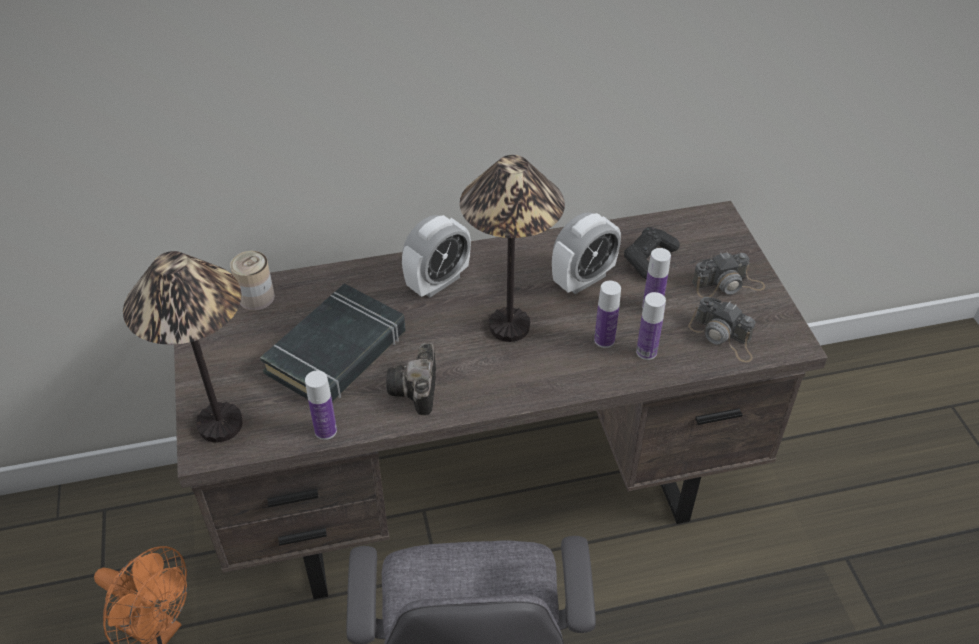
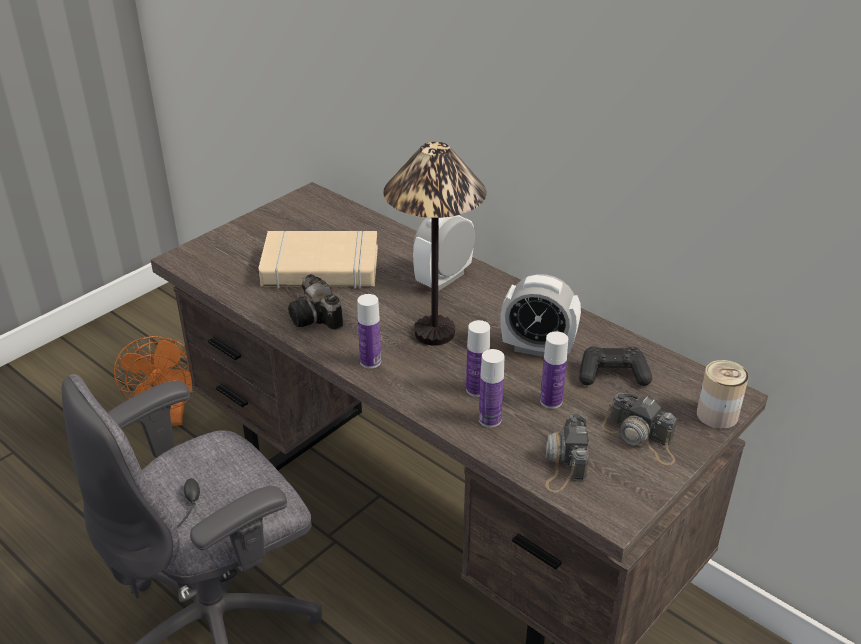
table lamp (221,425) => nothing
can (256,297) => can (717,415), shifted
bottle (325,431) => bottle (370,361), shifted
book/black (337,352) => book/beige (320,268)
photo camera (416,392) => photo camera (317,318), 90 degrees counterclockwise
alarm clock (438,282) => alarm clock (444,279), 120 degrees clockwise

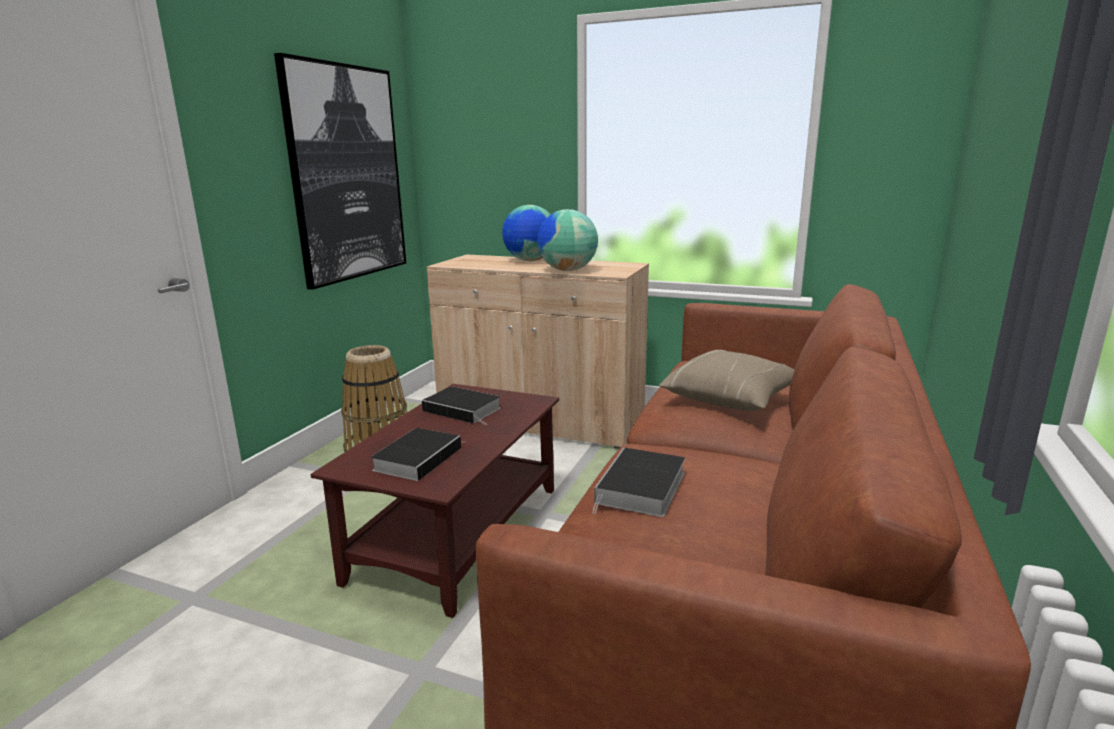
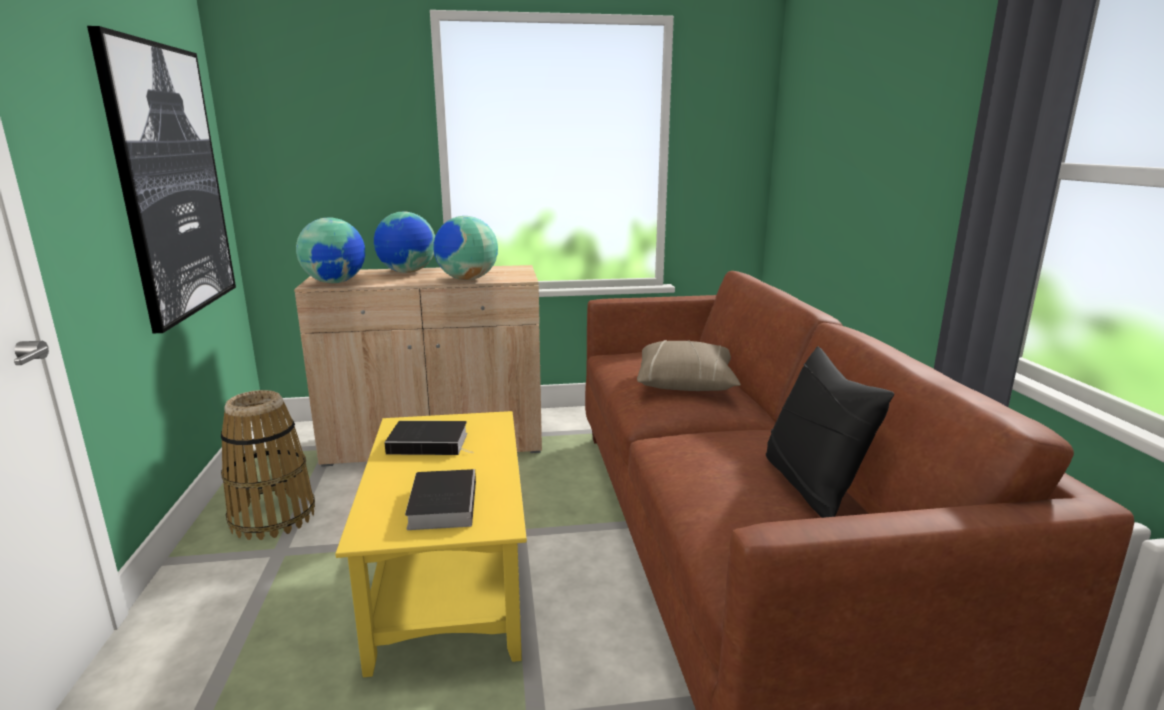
book (641,489) => nothing
nothing => globe (335,282)
nothing => pillow/black (812,486)
coffee table/brown (457,534) => coffee table/yellow (450,578)

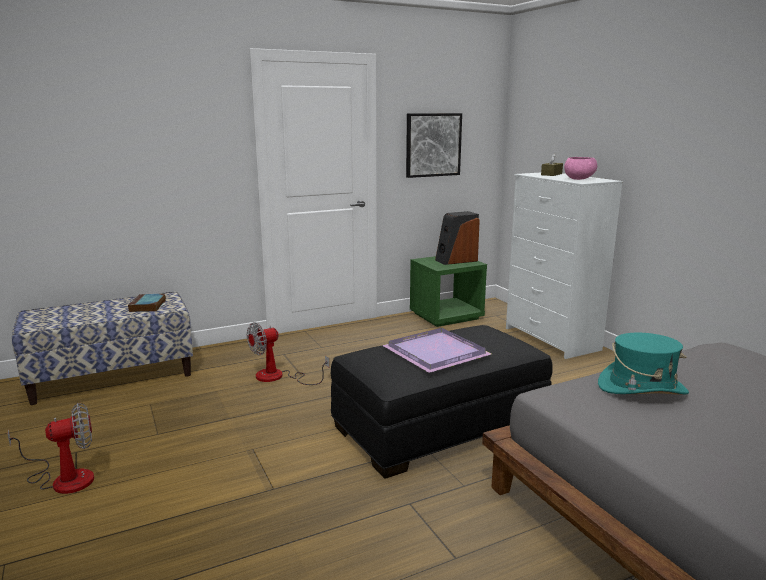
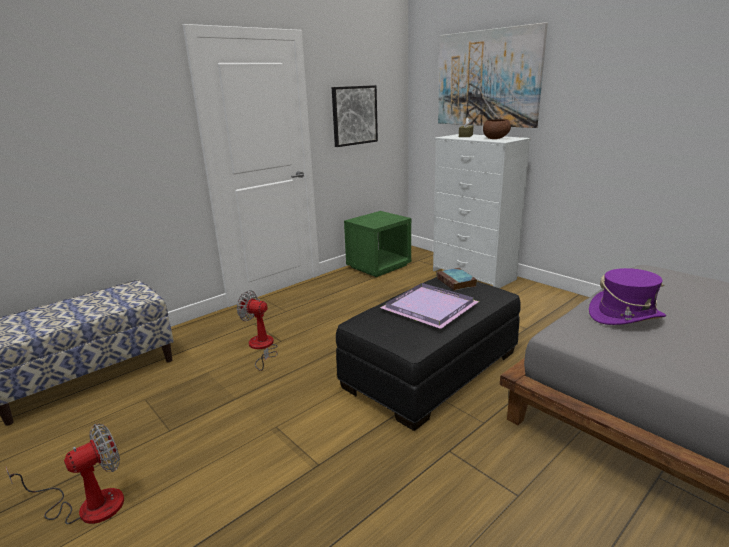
speaker (456,260) => nothing
nothing => picture (487,79)
book (148,306) => book (456,282), shifted
bowl/pink (579,179) => bowl/brown (496,139)
hat/turquoise (642,388) => hat/purple (625,315)
fan (278,377) => fan (262,347), 75 degrees clockwise

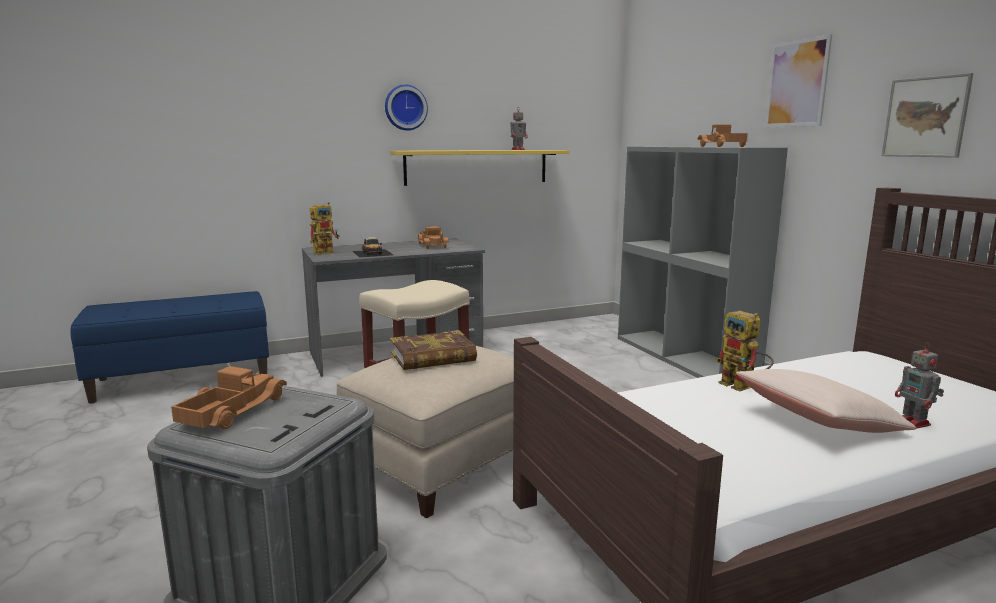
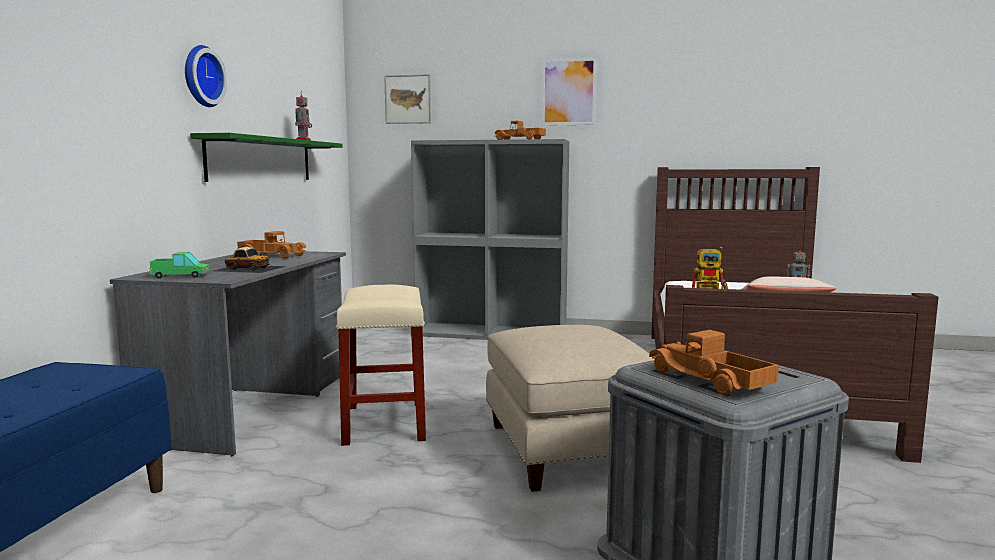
book (433,357) => nothing
picture (925,117) => picture (408,99), shifted
toy robot (326,252) => toy truck (180,276)
shelf/yellow (477,167) => shelf/green (261,160)

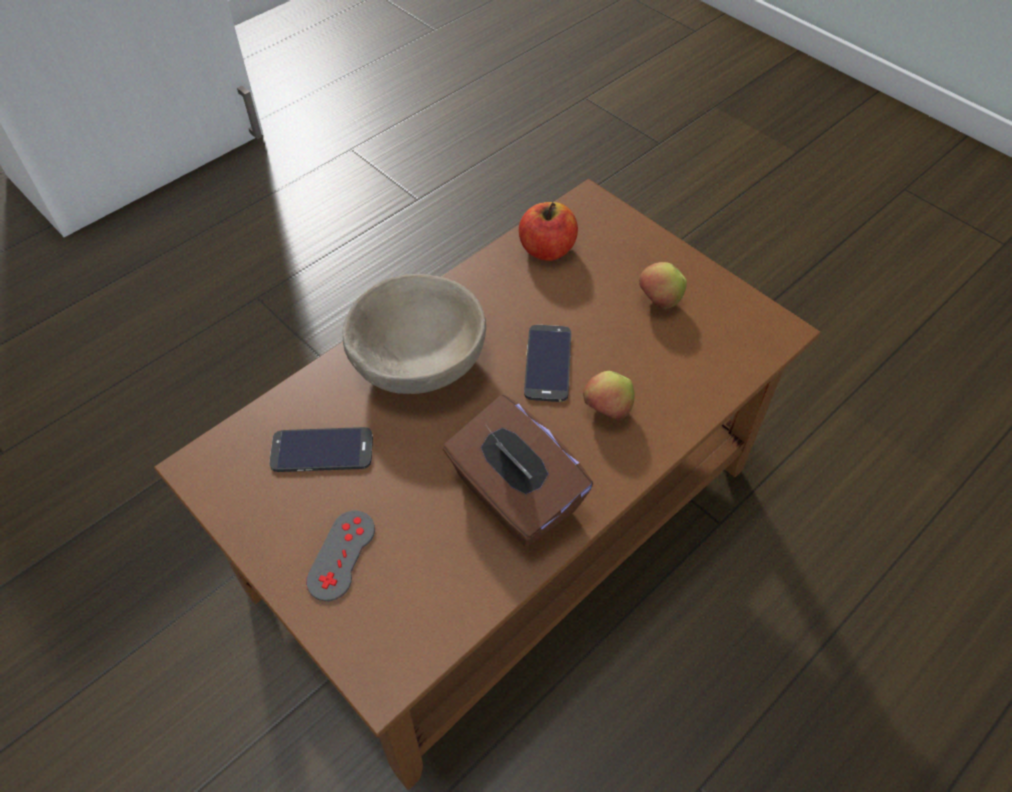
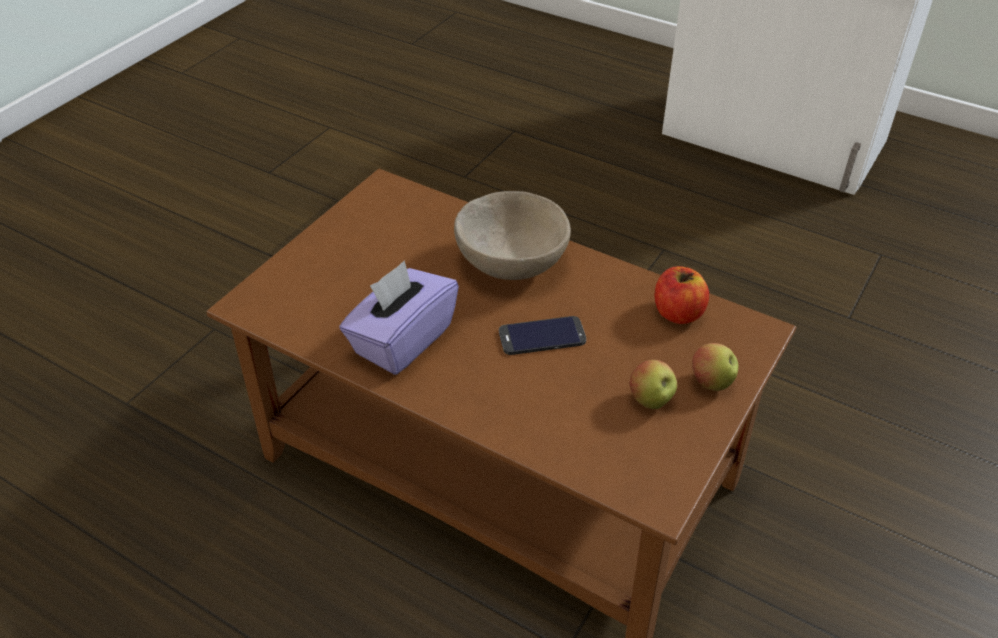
phone (322,450) => nothing
game controller/grey (341,555) => nothing
apple (607,411) => apple (711,383), shifted
tissue box/brown (514,495) => tissue box/purple (402,340)

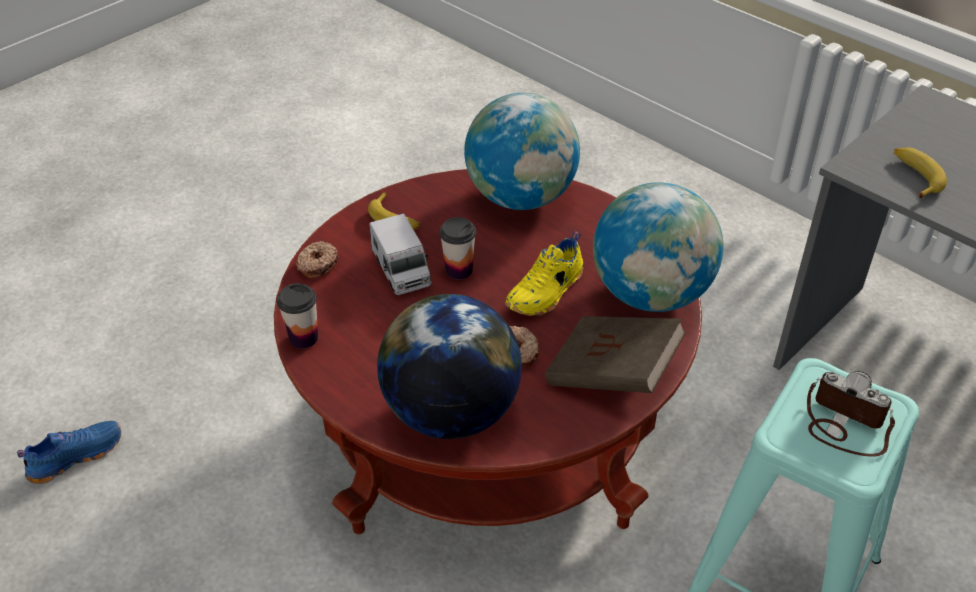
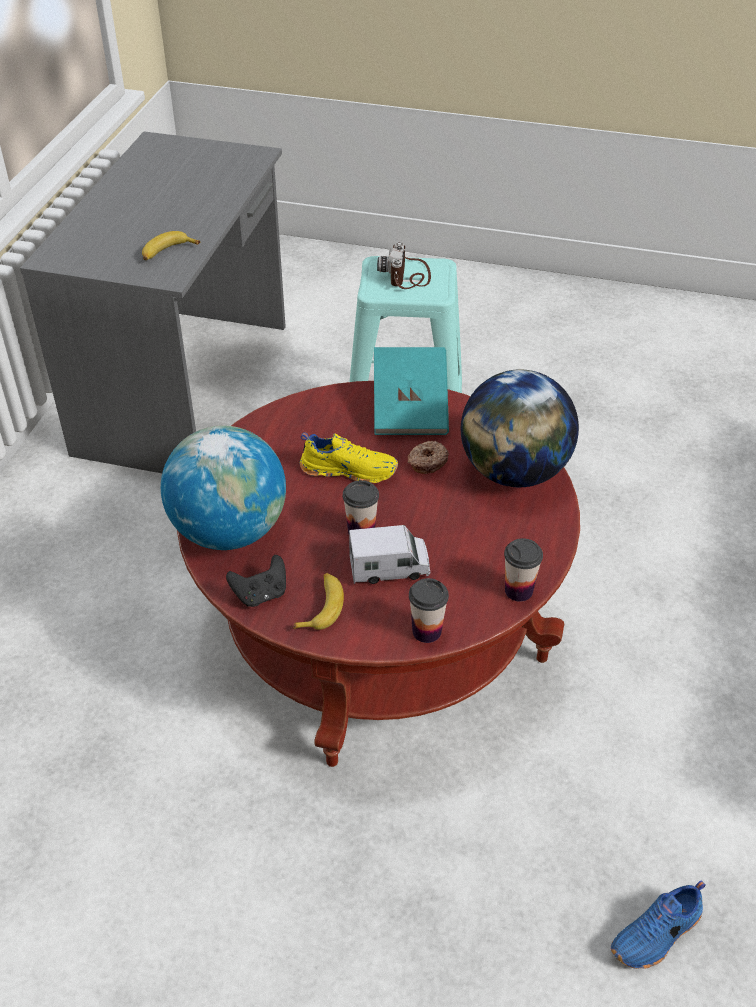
globe (651,294) => nothing
nothing => game controller/black (261,594)
donut (317,264) => cup (426,631)
book/brown (612,375) => book/turquoise (410,410)
shoe/blue (76,455) => shoe/blue (657,935), 60 degrees counterclockwise
toy truck (401,270) => toy truck (389,568), 45 degrees clockwise

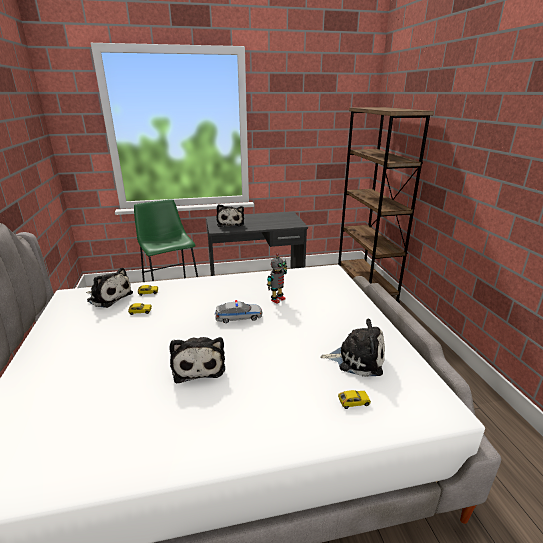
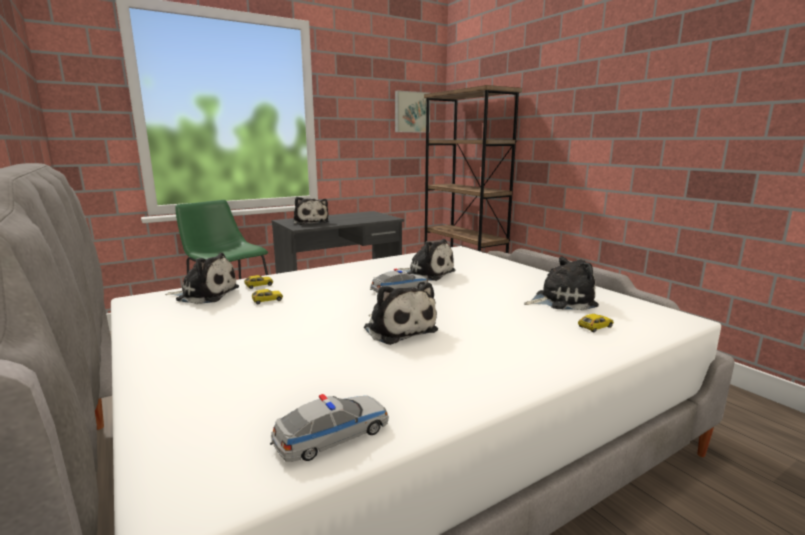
nothing => toy car (332,436)
nothing => picture (411,112)
toy robot (277,299) => plush toy (427,273)

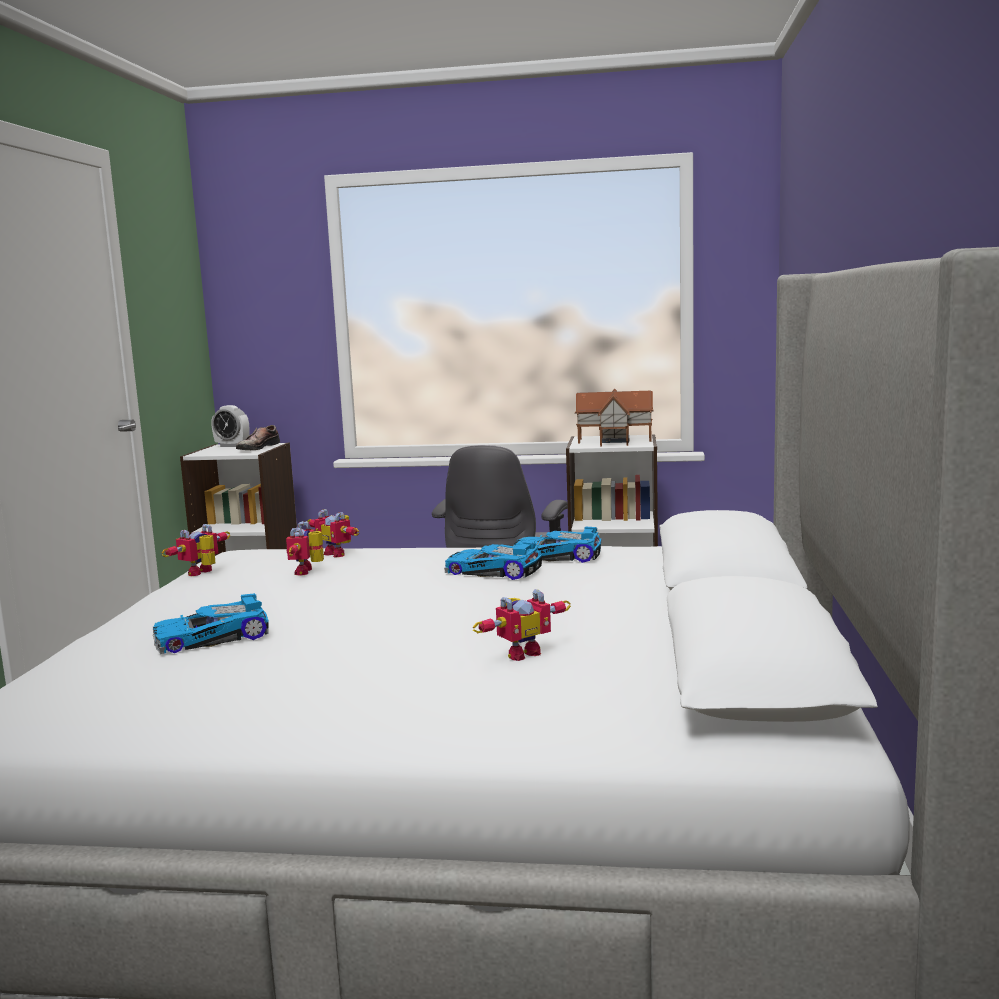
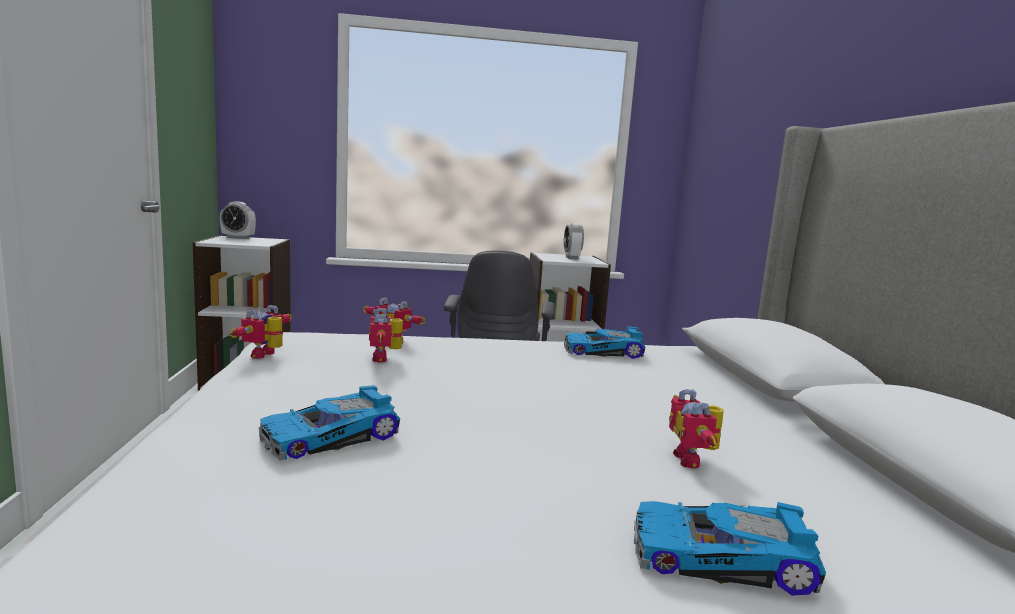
shoe (256,448) => nothing
toy car (493,571) => toy car (720,560), shifted
toy house (615,440) => alarm clock (572,258)
toy robot (520,653) => toy robot (694,460), 135 degrees clockwise

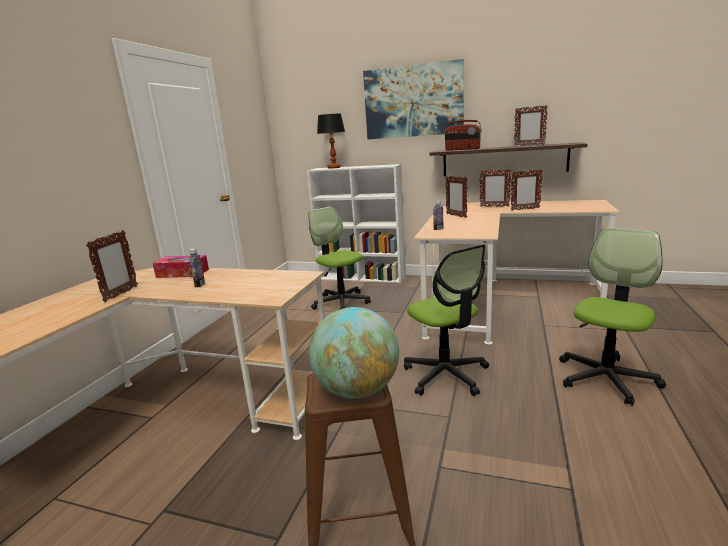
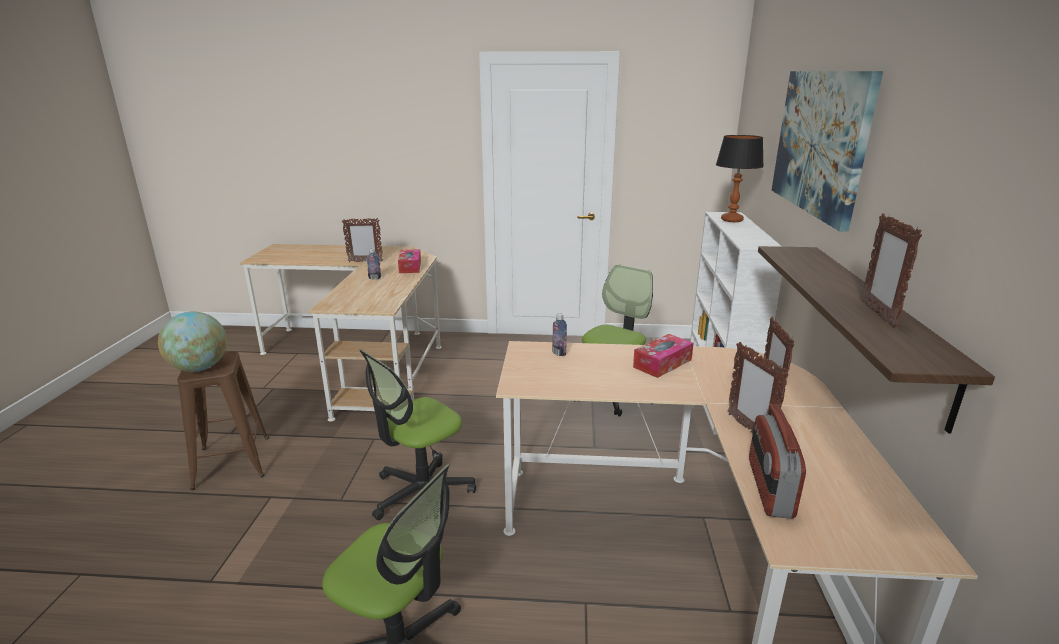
radio (462,149) => radio (769,488), shifted
picture frame (456,216) => tissue box (662,363)

